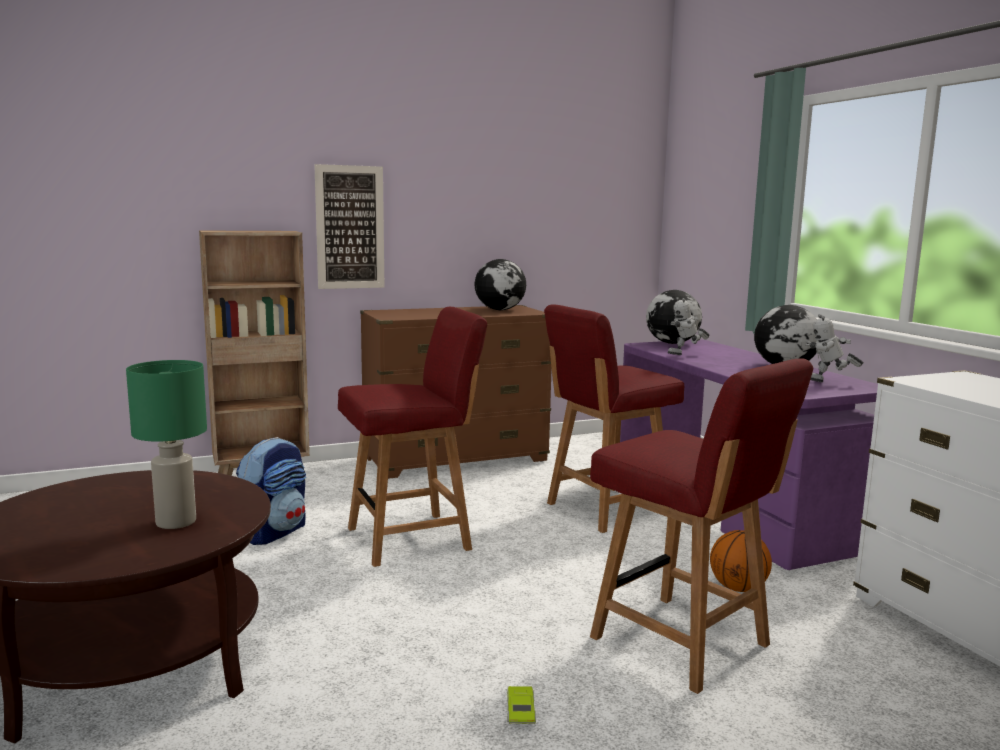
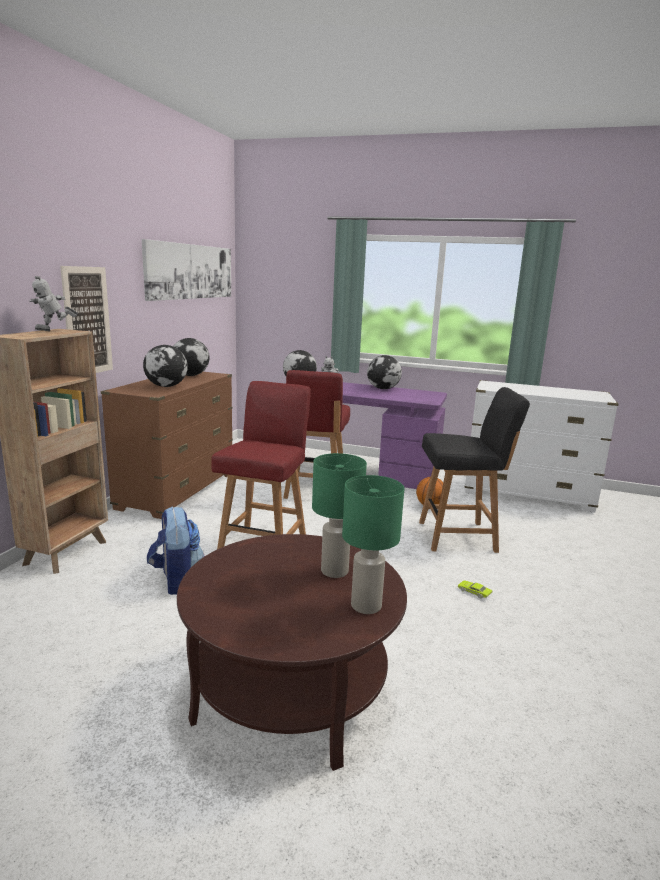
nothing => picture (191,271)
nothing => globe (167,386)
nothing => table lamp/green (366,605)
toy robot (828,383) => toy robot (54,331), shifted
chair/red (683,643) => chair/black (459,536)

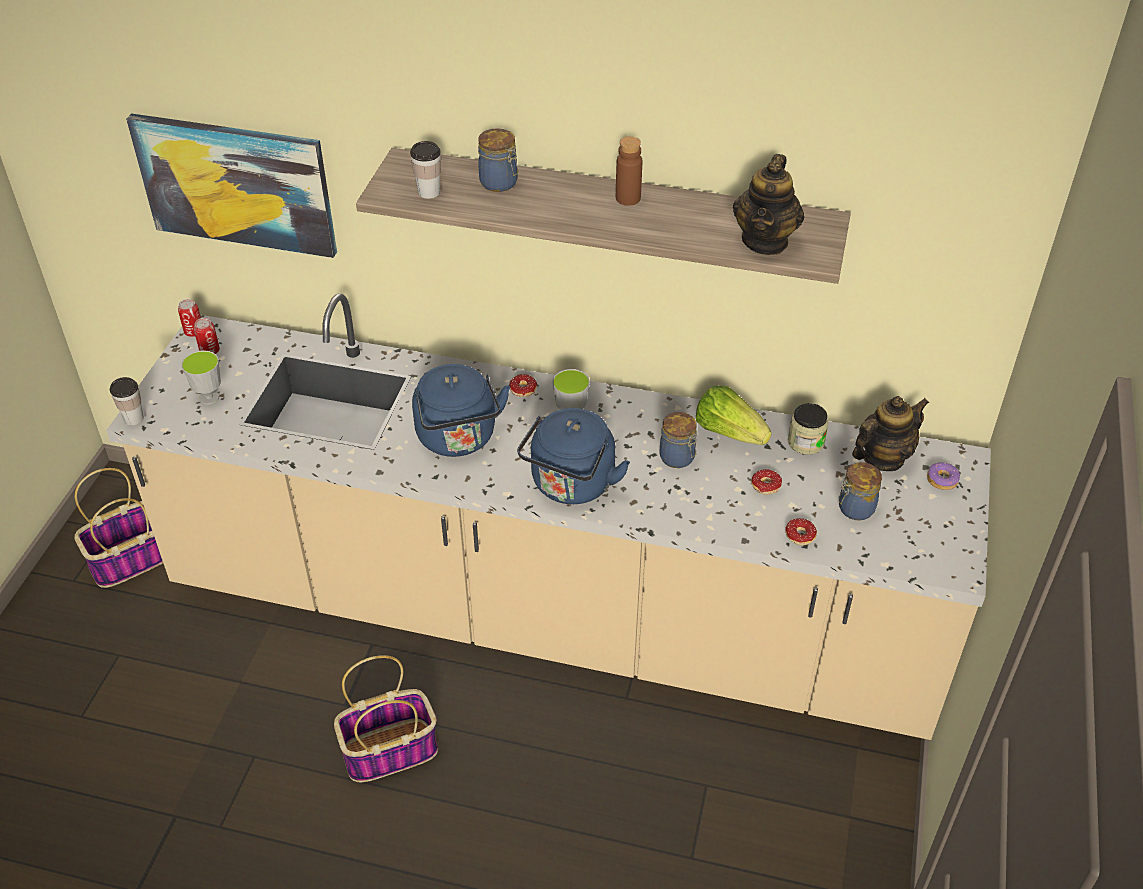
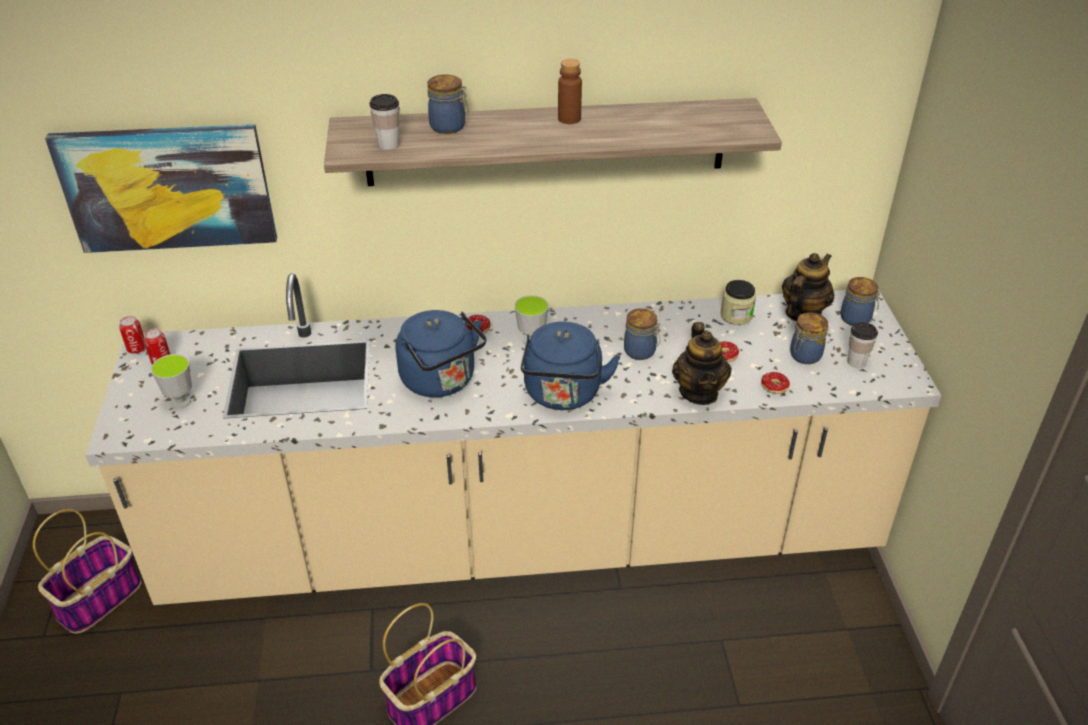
lettuce (729,432) => nothing
cup (133,418) => cup (856,362), shifted
teapot (765,241) => teapot (699,392), shifted
donut (942,480) => jar (857,319)

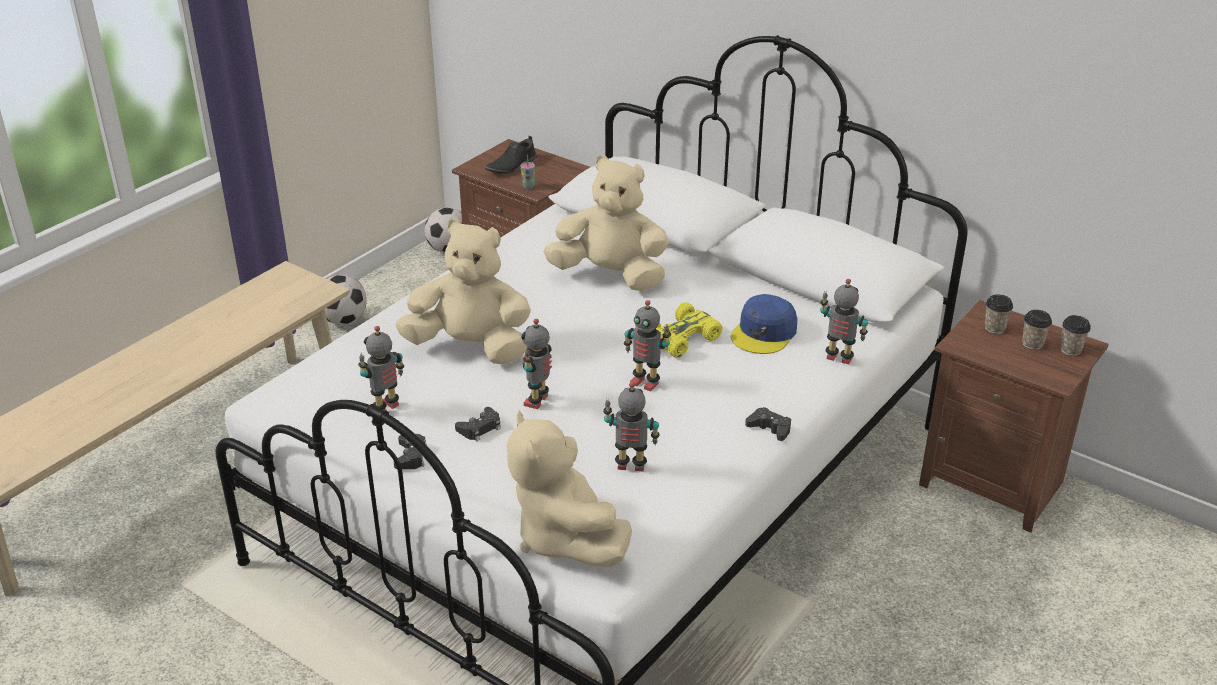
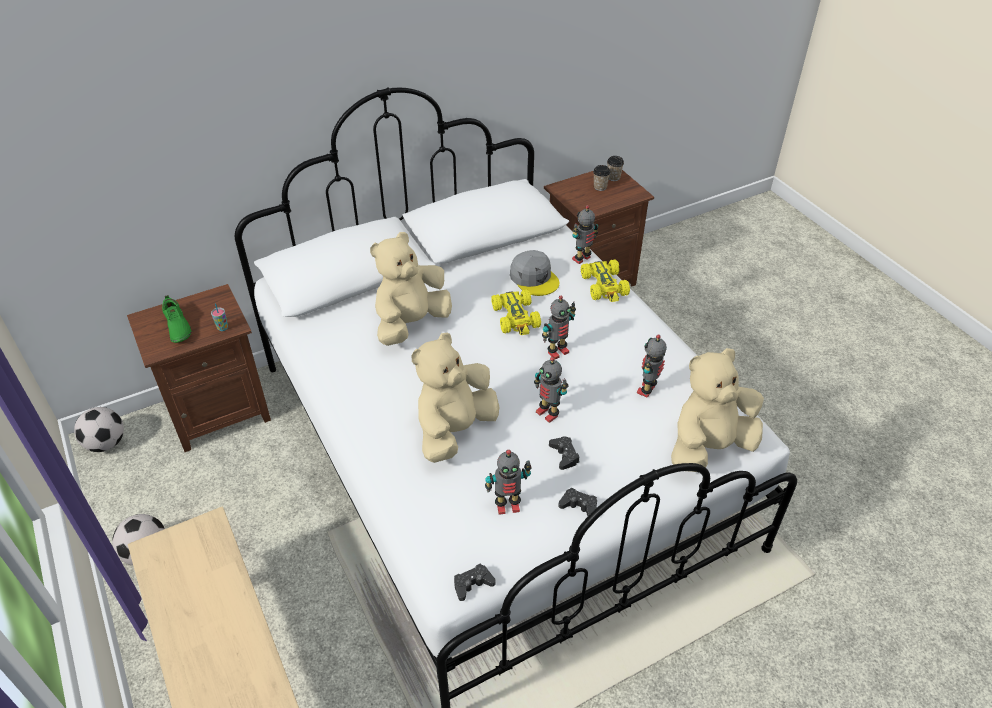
cup (994,328) => nothing
nothing => toy car/yellow (604,286)
game controller/black (770,428) => game controller/black (472,584), shifted
shoe/black (511,165) => shoe/green (177,327)
cap/blue (764,333) => cap/grey (534,278)
toy robot (386,408) => toy robot (507,505), 75 degrees counterclockwise
plush toy/beige (565,538) => plush toy/beige (709,447), 150 degrees clockwise

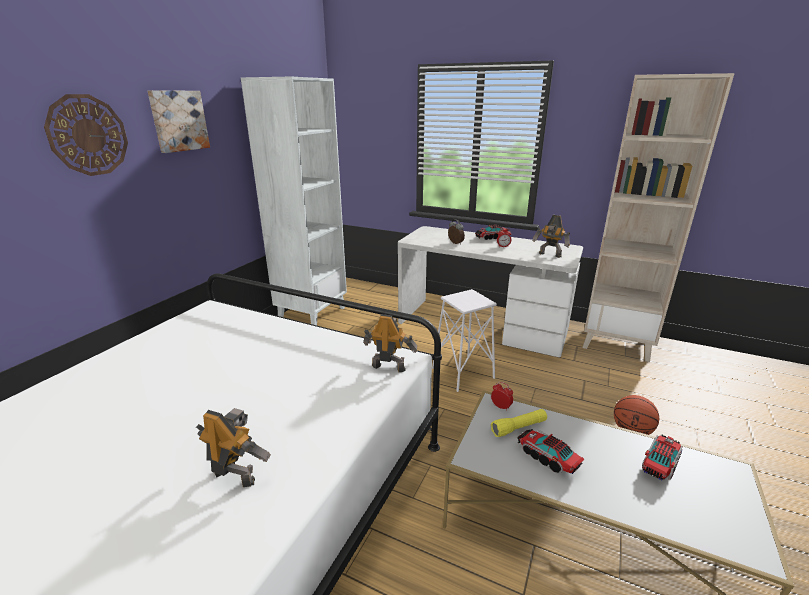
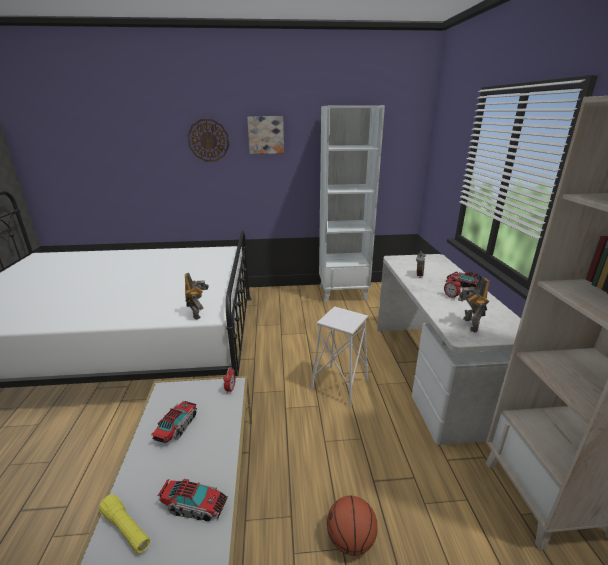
toy robot (235,475) => nothing
flashlight/yellow (518,428) => flashlight/yellow (126,529), shifted

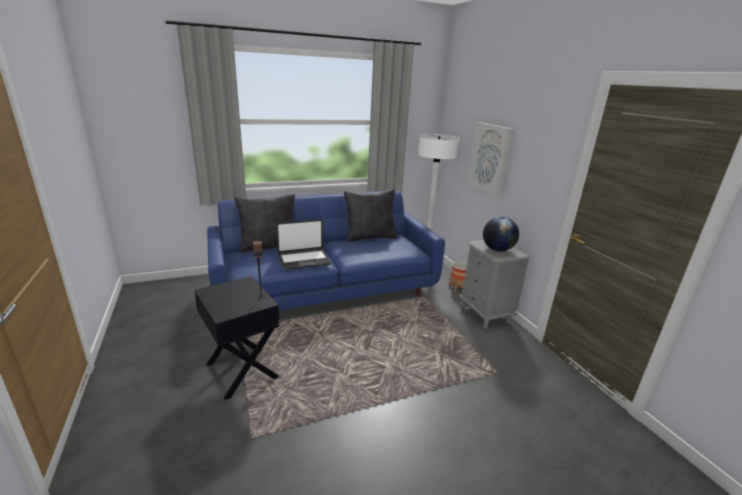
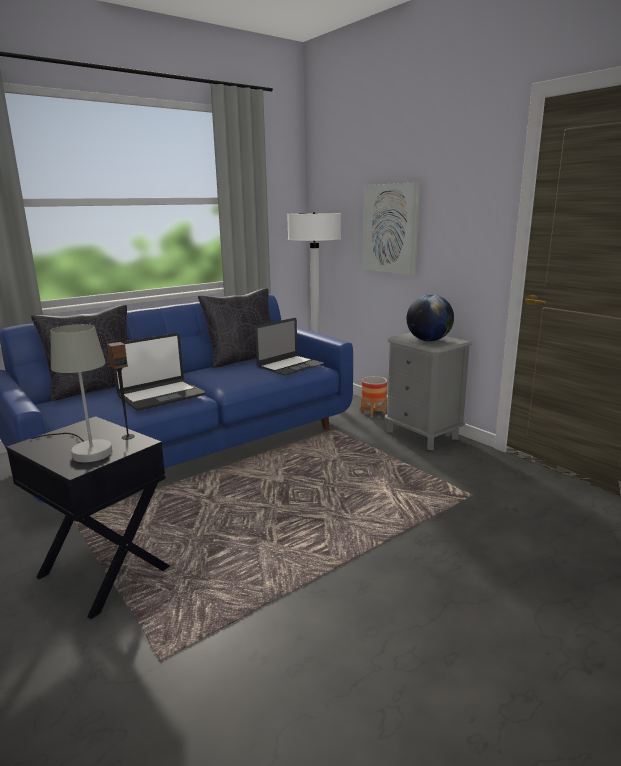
nothing => table lamp/grey (86,450)
nothing => laptop (290,365)

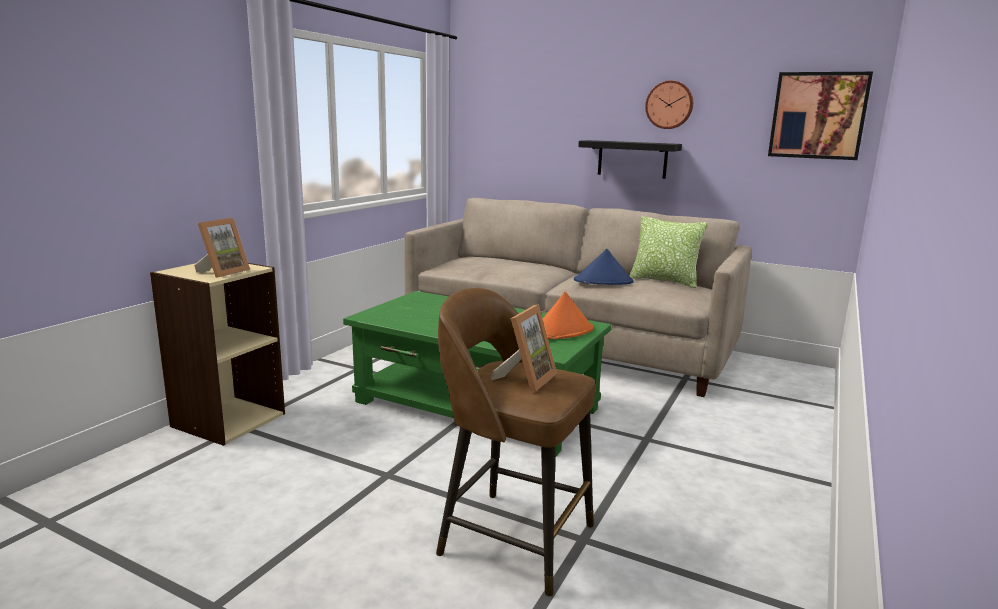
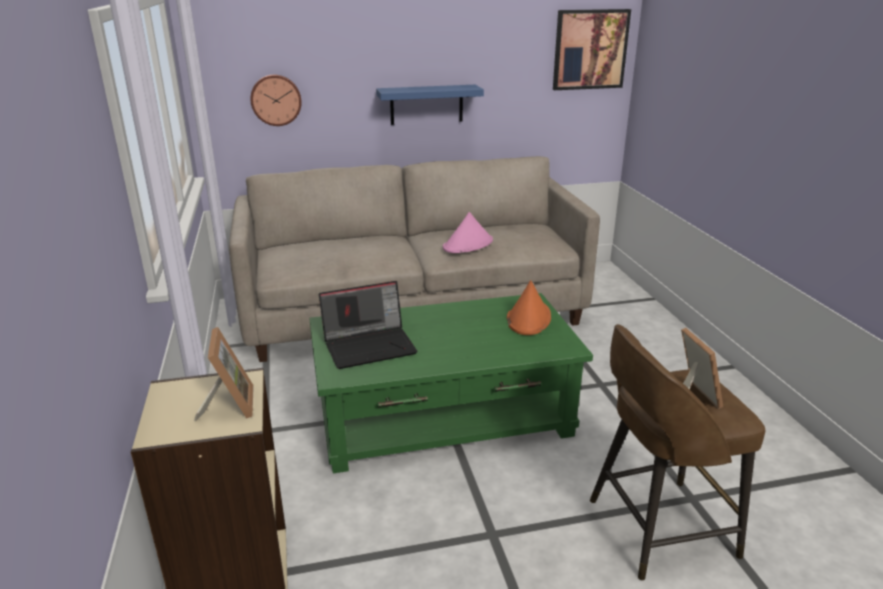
pillow (664,281) => nothing
nothing => laptop (370,345)
wall clock (669,105) => wall clock (276,100), shifted
hat/blue (603,281) => hat/pink (468,244)
shelf/black (632,159) => shelf/blue (426,104)

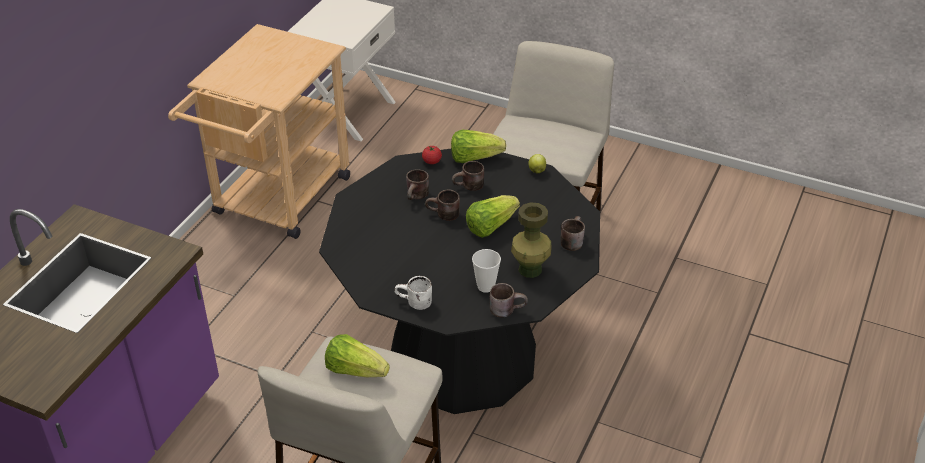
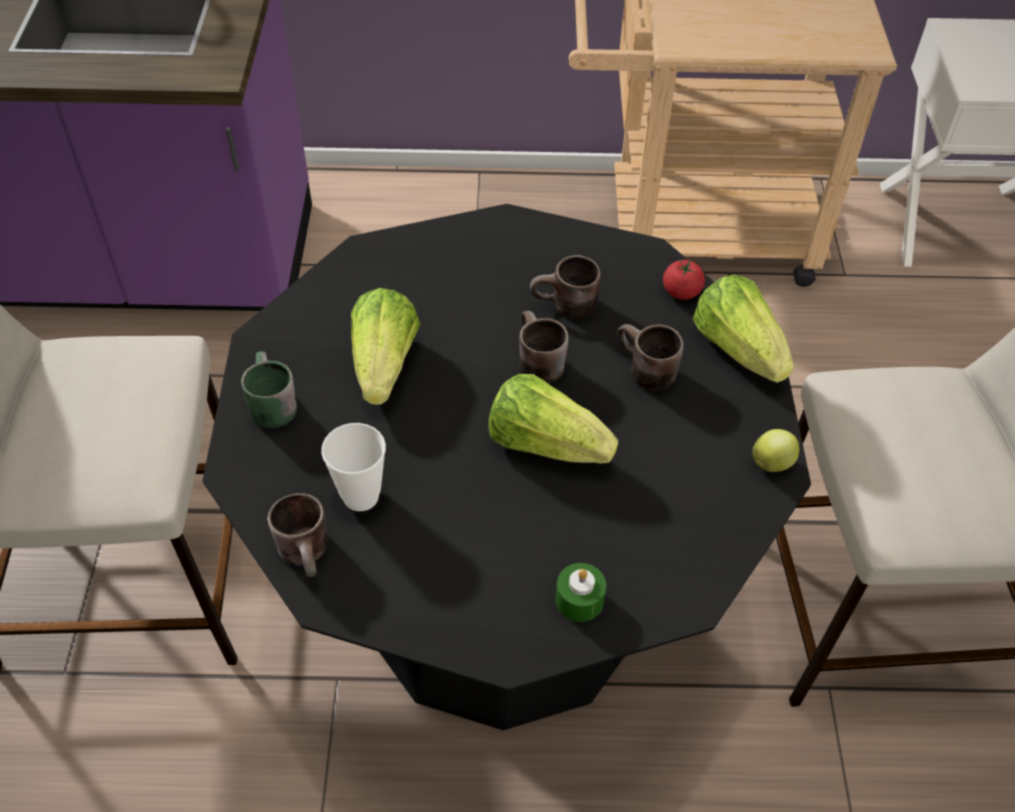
vase/green (529,269) => nothing
lettuce (355,370) => lettuce (384,365), shifted
mug/brown (571,240) => candle/green (579,600)
mug/white (414,303) => mug/green (268,404)

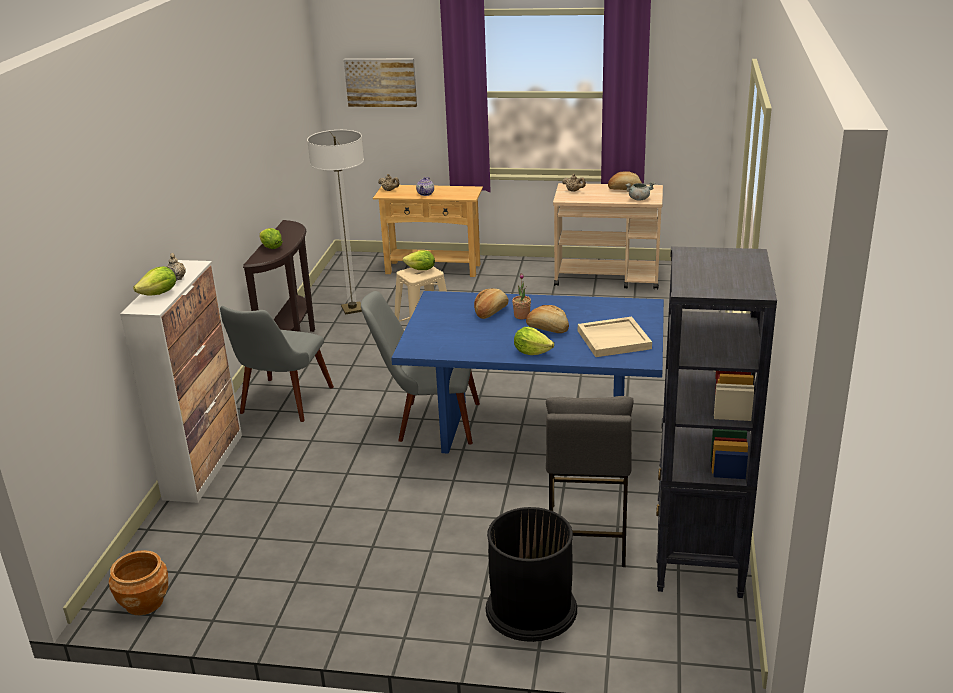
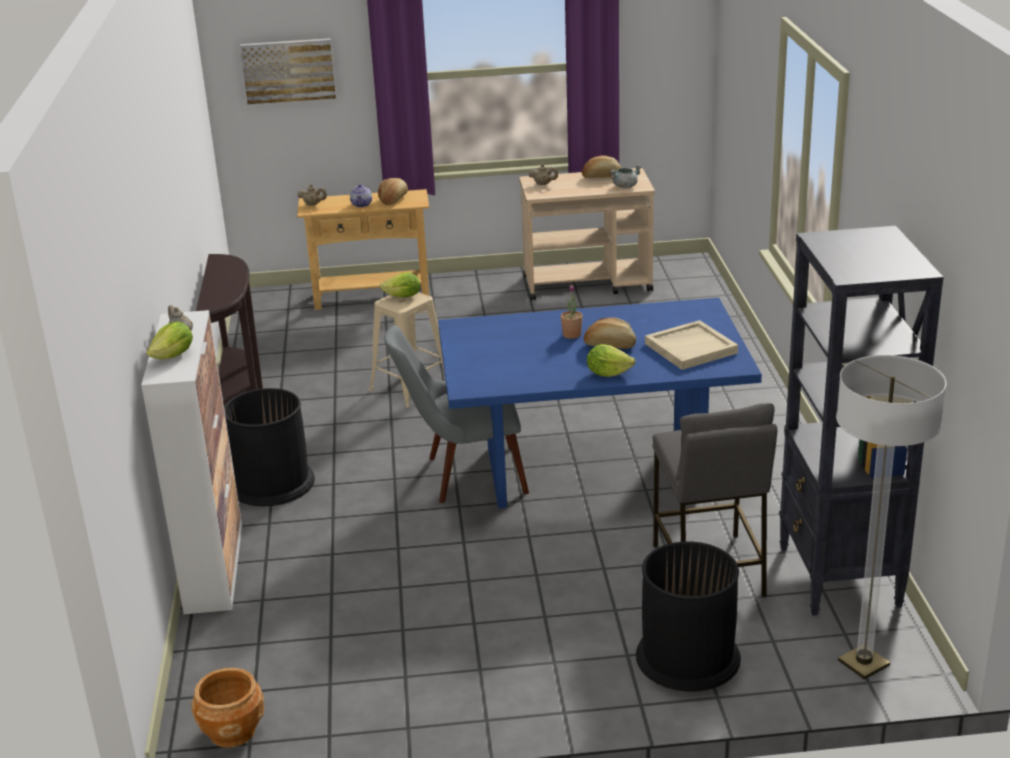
lettuce (271,248) => nothing
floor lamp (352,309) => floor lamp (863,663), shifted
bread (491,312) => bread (393,200), shifted
chair/grey (281,406) => trash can/black (272,483)

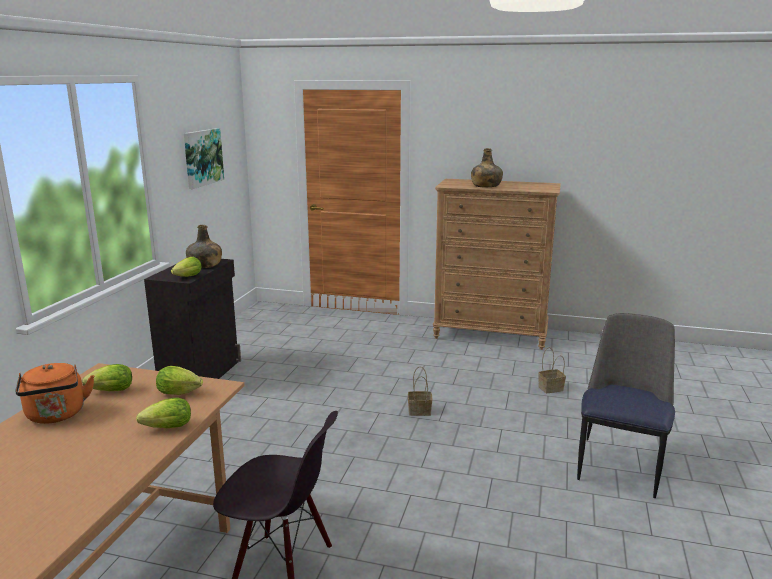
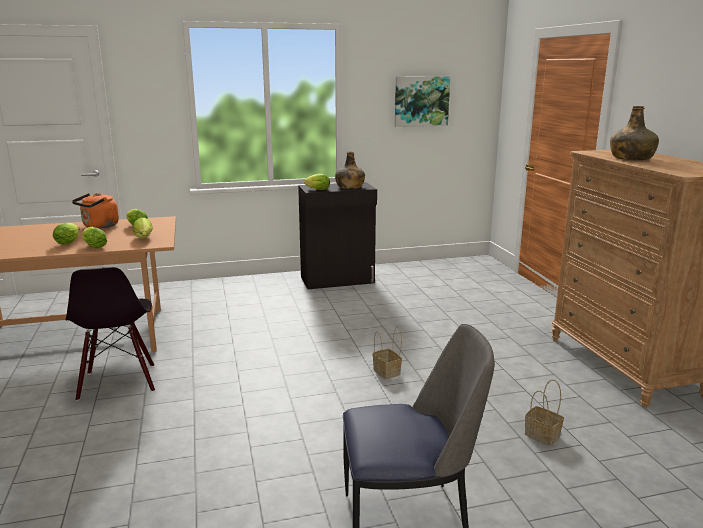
nothing => lettuce (69,242)

